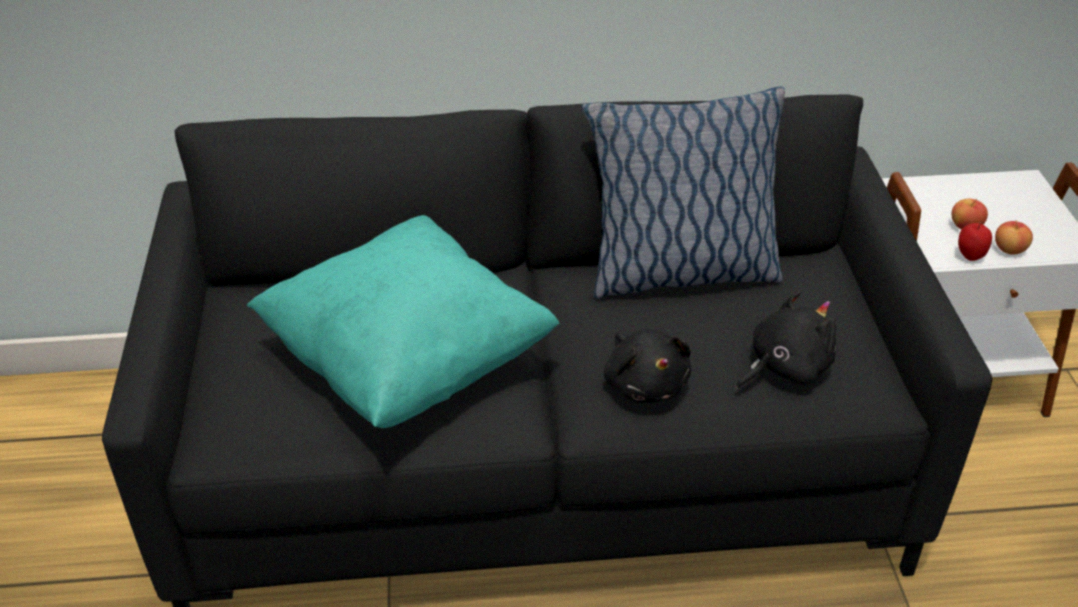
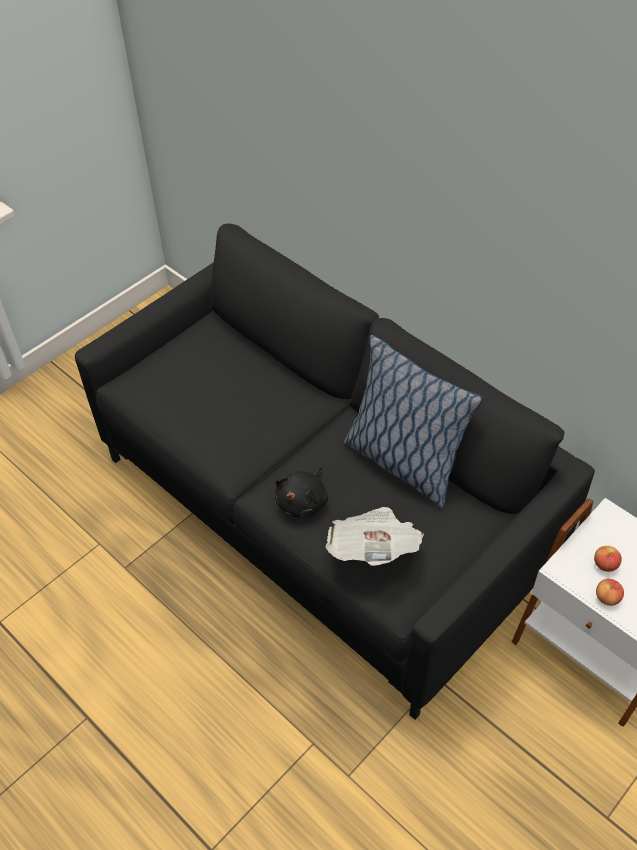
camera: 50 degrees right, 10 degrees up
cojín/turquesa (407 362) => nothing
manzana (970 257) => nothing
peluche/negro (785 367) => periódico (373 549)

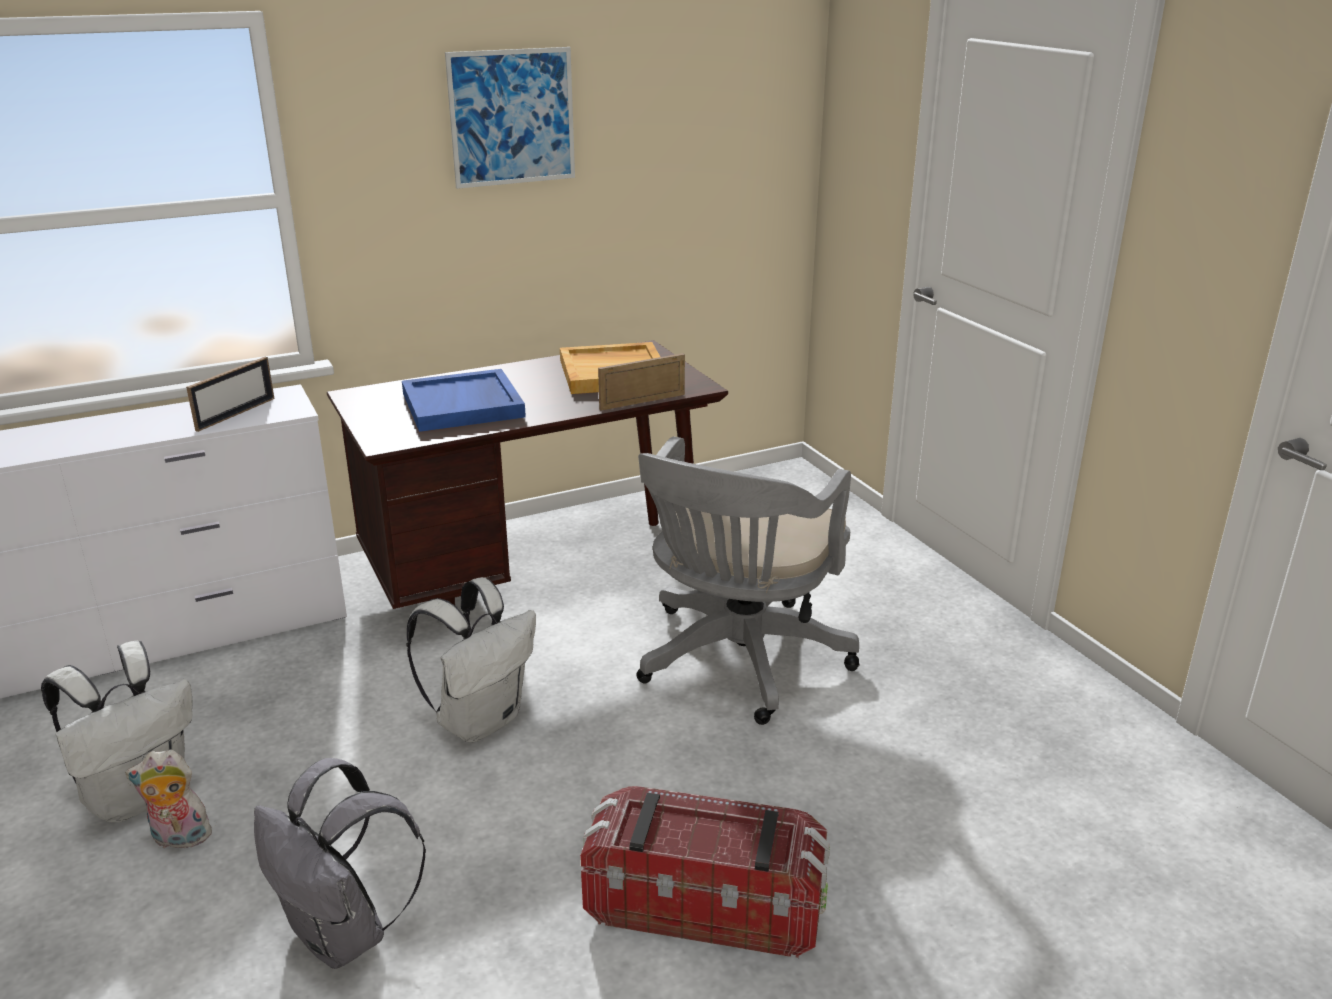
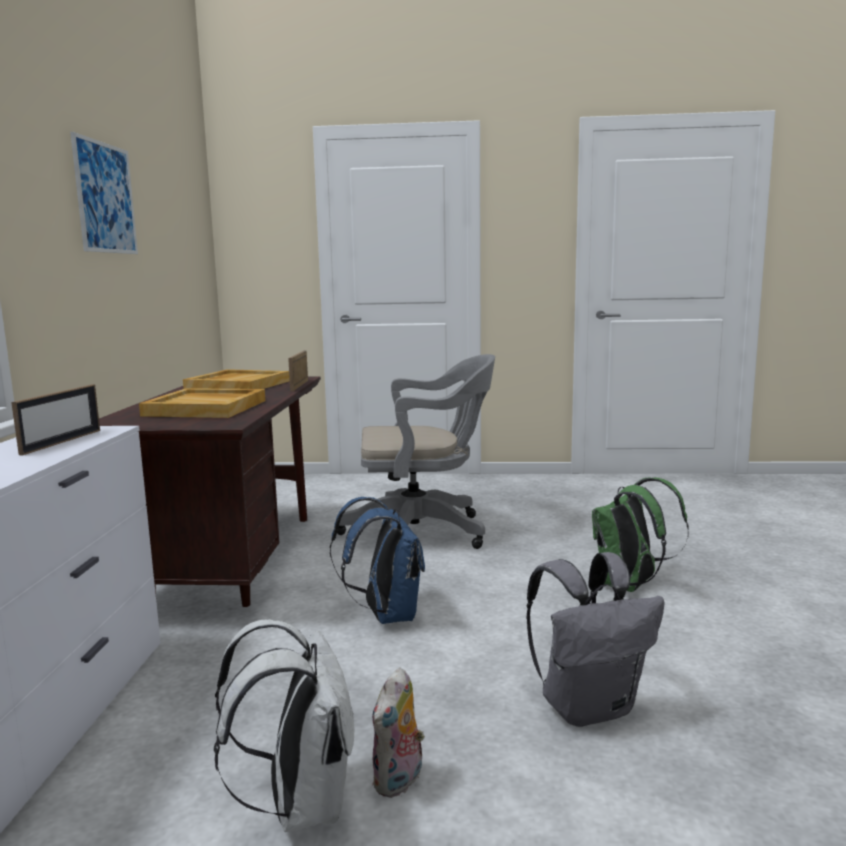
camera: 60 degrees left, 15 degrees down
caja de almacenaje (704 903) => mochila/verde (630 586)
bandeja/azul (464 405) => bandeja/beis (207 408)
mochila/blanco (480 720) => mochila/azul (386 615)
portarretratos (236 414) => portarretratos (62 442), 45 degrees clockwise
silla de oficina/gris (738 663) => silla de oficina/gris (423 533), 60 degrees counterclockwise

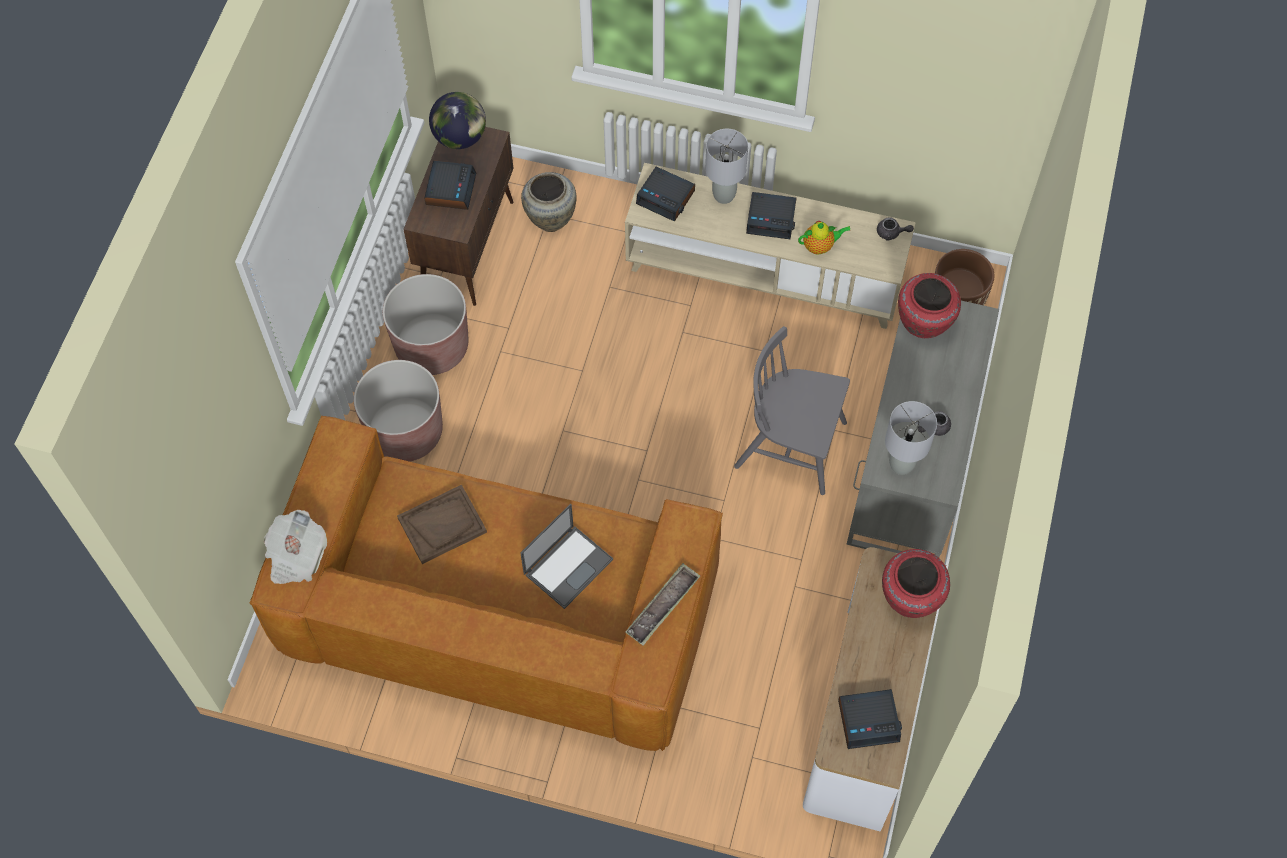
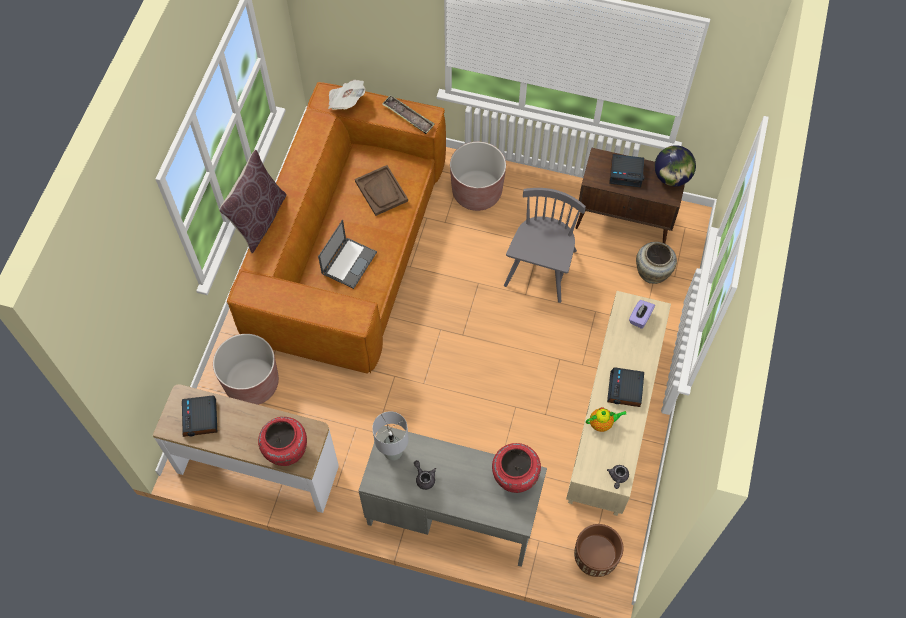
camera: 90 degrees right, 0 degrees up
lámpara de mesa/gris (723 195) => nothing
nothing => cojín/marrón (259 219)
maceta/marrón (432 347) => maceta/marrón (252 383), relocated
bandeja (663 606) => bandeja (408 117), relocated
silla/gris (791 445) => silla/gris (541 269), relocated
despertador (666 197) => caja de pañuelos/morado (640 318)
portátil (568 565) => portátil (349 262), 105 degrees counterclockwise
tetera (820 246) => tetera (602 423), 90 degrees counterclockwise

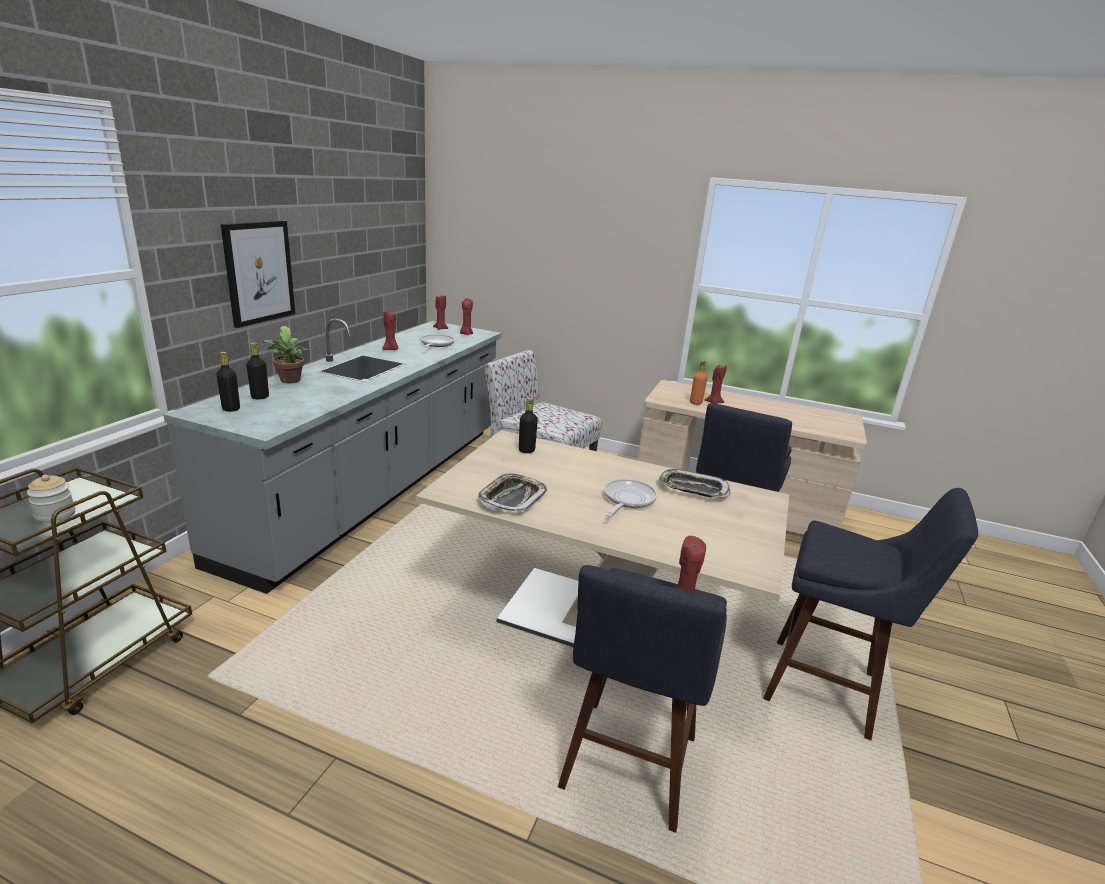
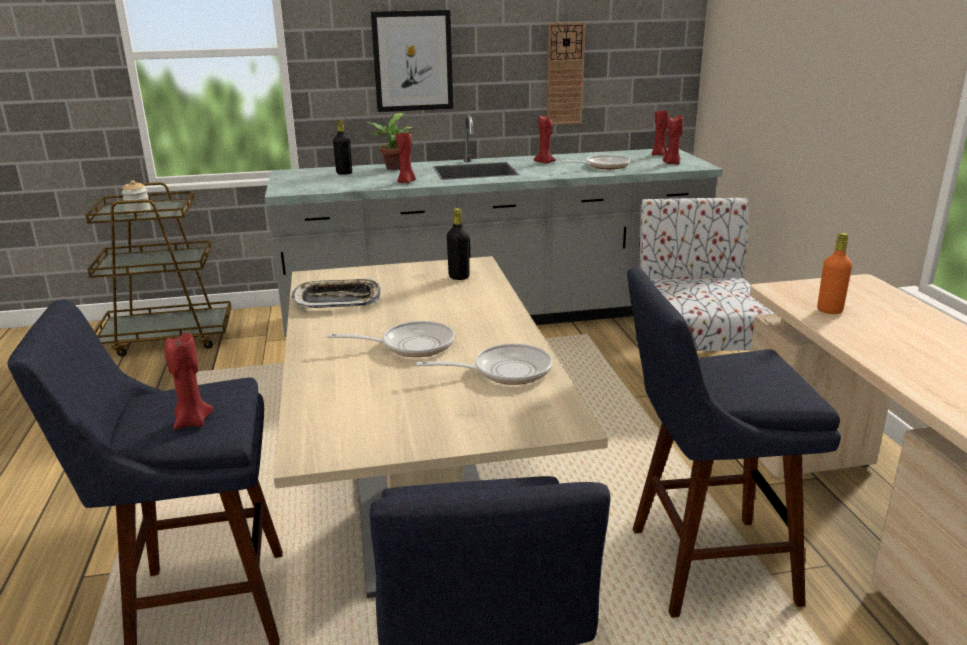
camera: 60 degrees right, 0 degrees up
botella/negro (231 409) => nothing
nothing => reloj de pared (565 74)
vela/rojo (713 402) => vela/rojo (407 182), relocated
bandeja (692 488) => sartén (505 371)

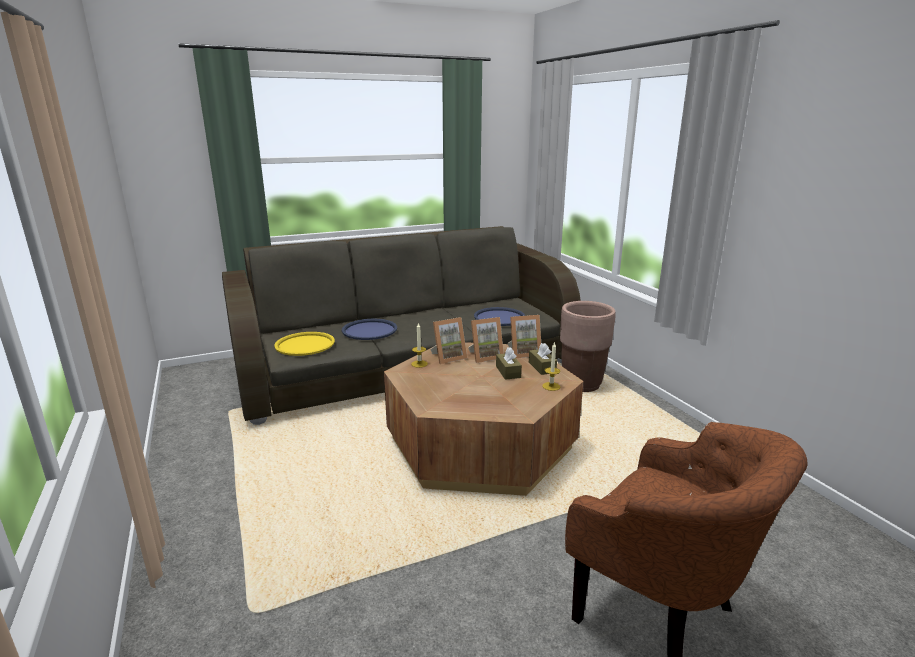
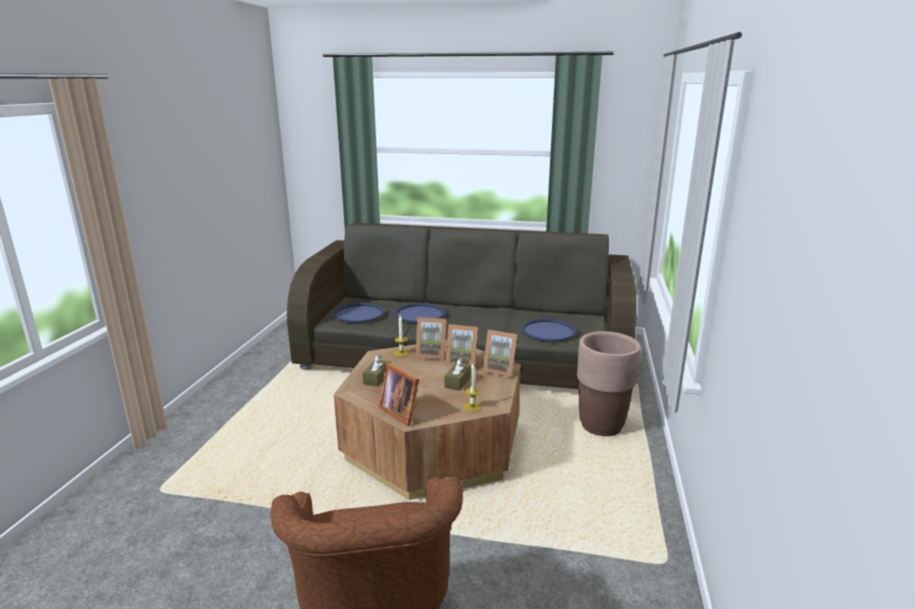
camera: 35 degrees right, 0 degrees up
nothing => portarretratos (400 412)
caja de pañuelos/marrón (542 367) => caja de pañuelos/marrón (377 378), relocated
bandeja/amarillo (305 344) => bandeja/azul (359 313)

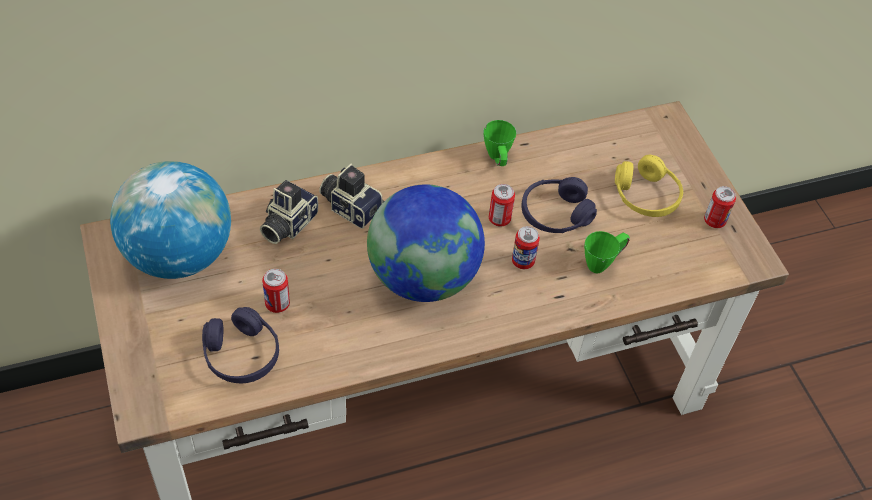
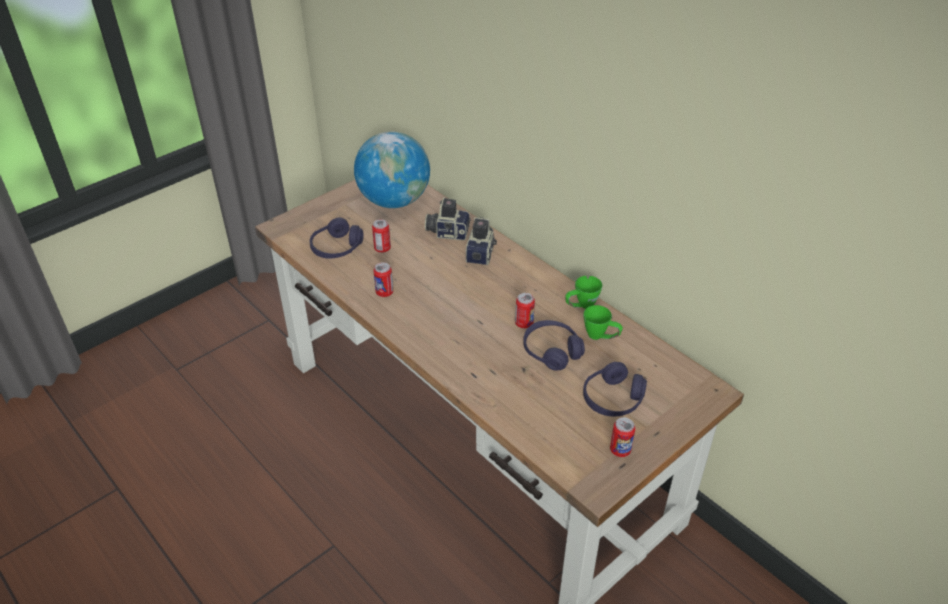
camera: 70 degrees right, 10 degrees down
globo terráqueo (423 278) => nothing
lata (523 261) => lata (384 292), relocated
taza grande/verde (603 263) => taza grande/verde (601 337), relocated
auriculares/amarillo (646 196) => auriculares/morado (612 399)

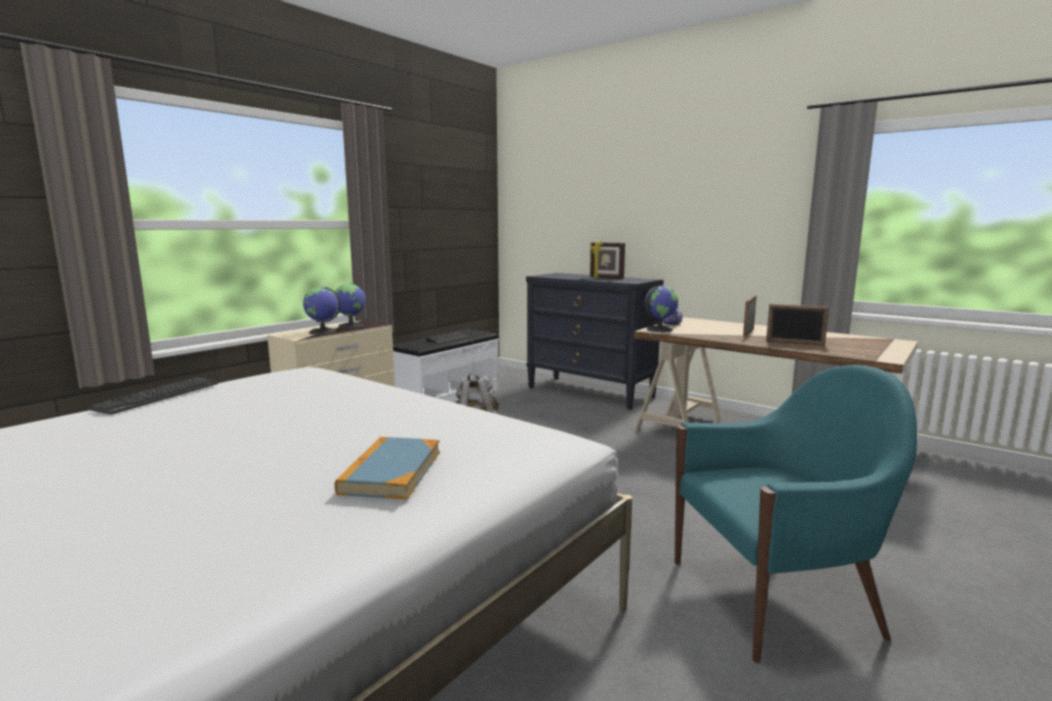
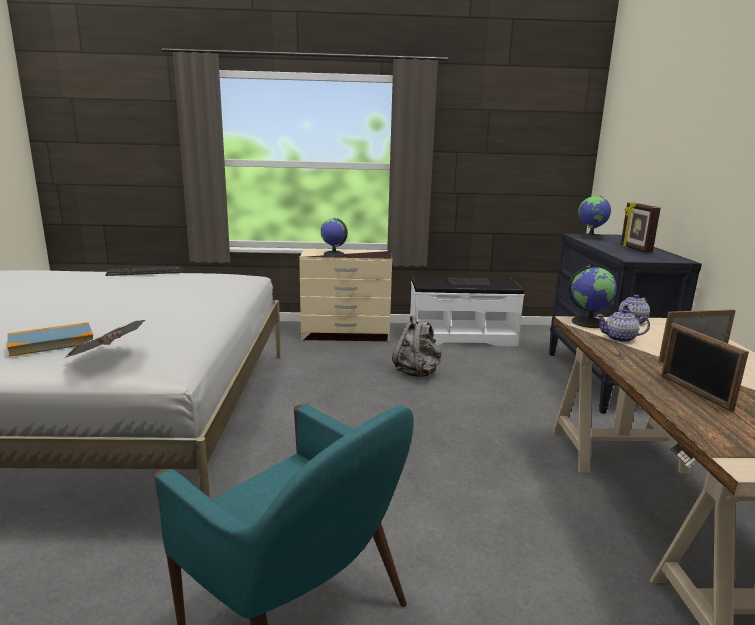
camera: 50 degrees right, 5 degrees up
nothing => periódico (107 357)
nothing => tetera (620 338)
globo terráqueo (351 326) => globo terráqueo (591 237), relocated

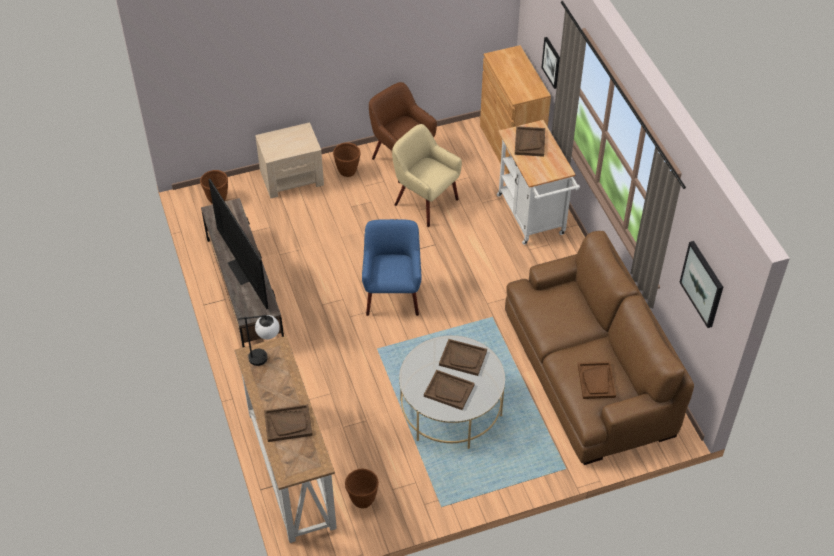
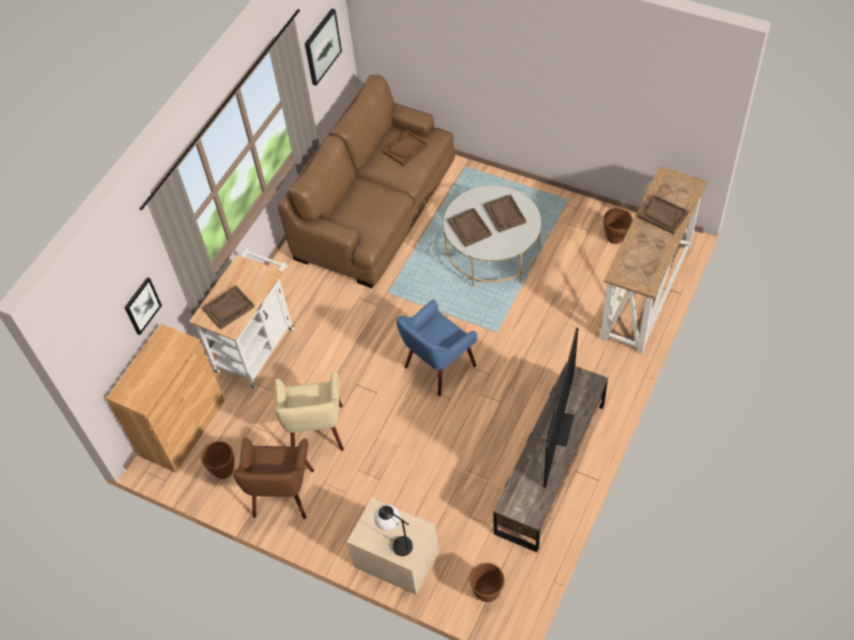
camera: 130 degrees left, 5 degrees up
lámpara de mesa (266 357) => lámpara de mesa (396 542), relocated
maceta/marrón (348 172) => maceta/marrón (223 470), relocated

